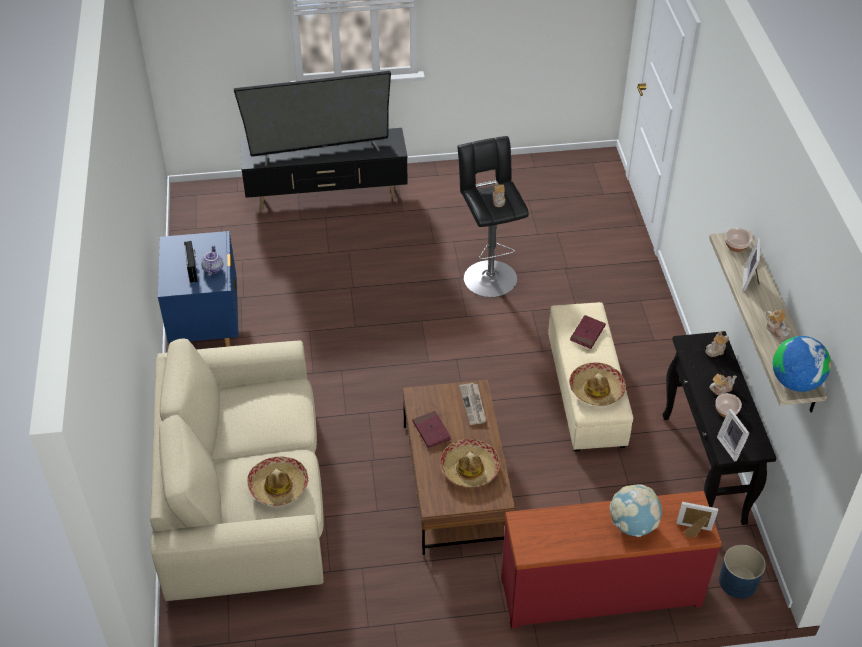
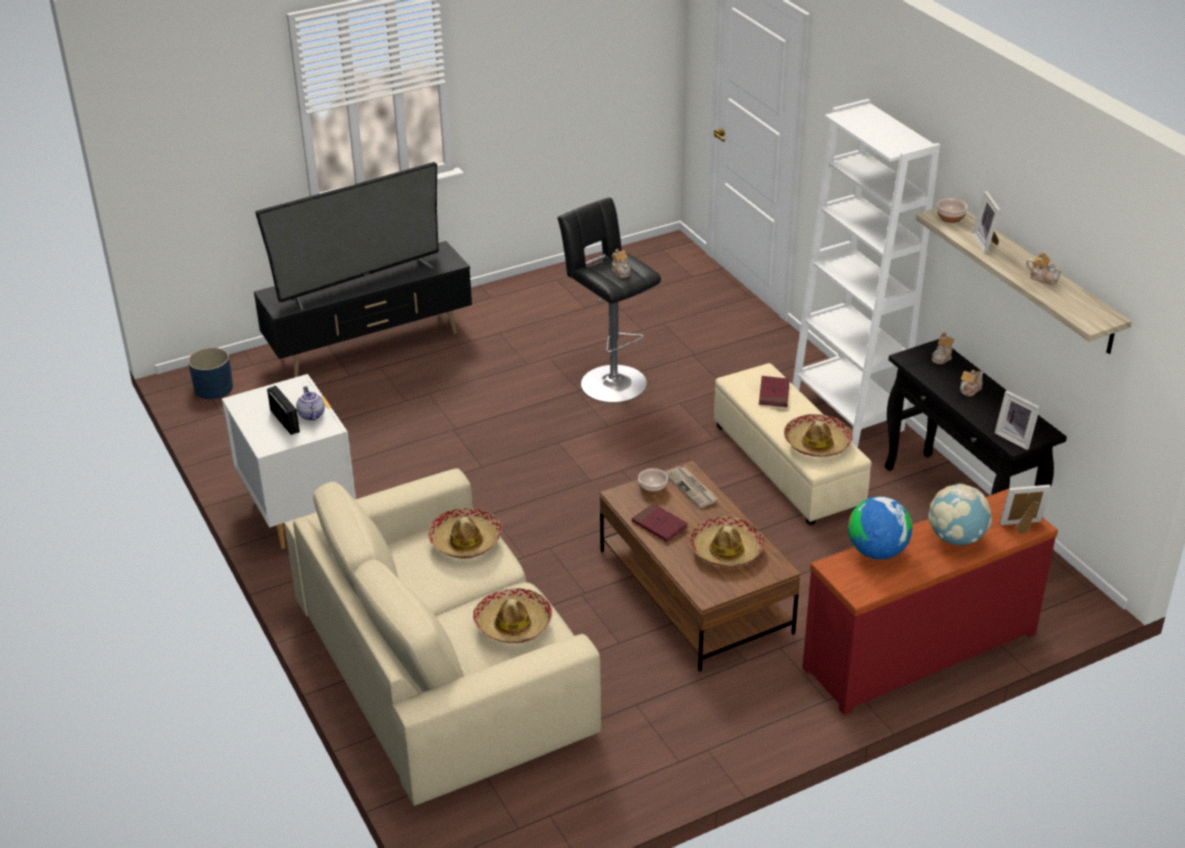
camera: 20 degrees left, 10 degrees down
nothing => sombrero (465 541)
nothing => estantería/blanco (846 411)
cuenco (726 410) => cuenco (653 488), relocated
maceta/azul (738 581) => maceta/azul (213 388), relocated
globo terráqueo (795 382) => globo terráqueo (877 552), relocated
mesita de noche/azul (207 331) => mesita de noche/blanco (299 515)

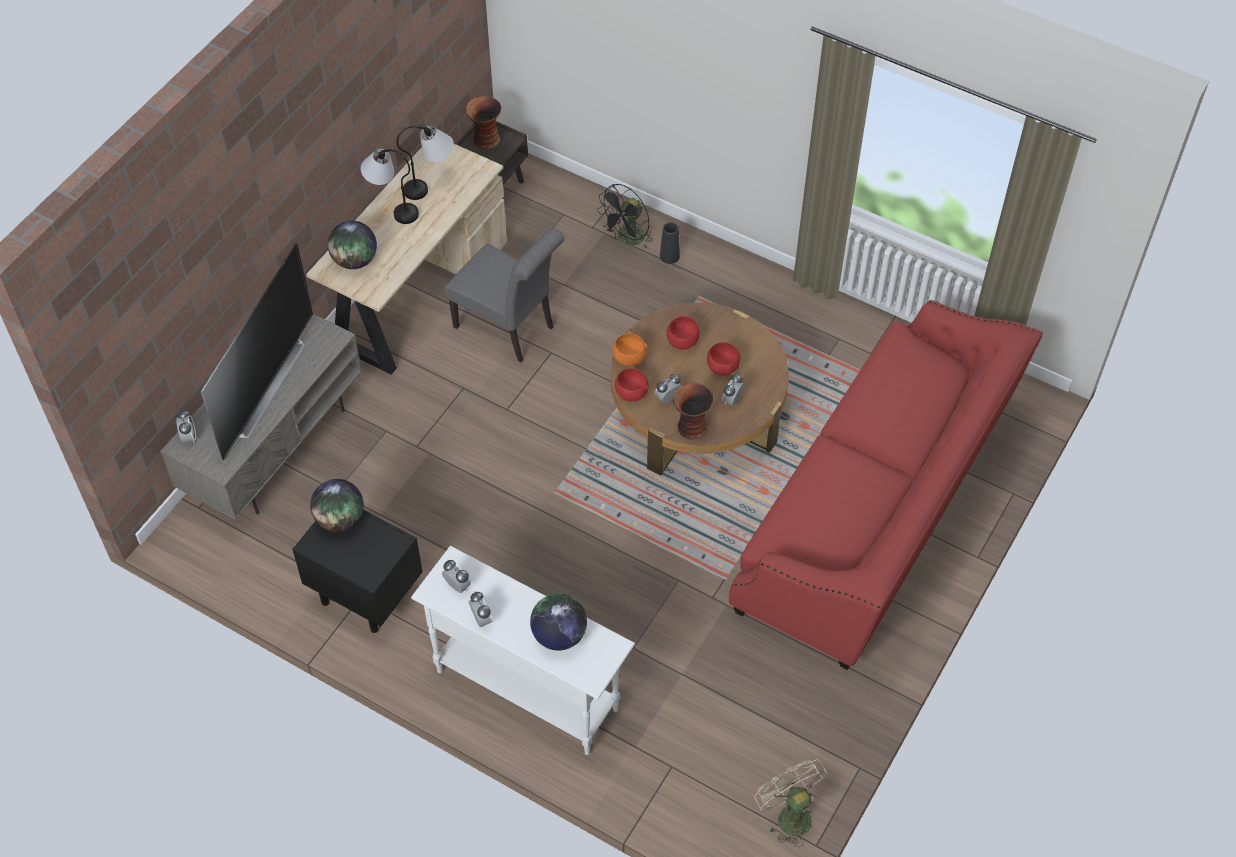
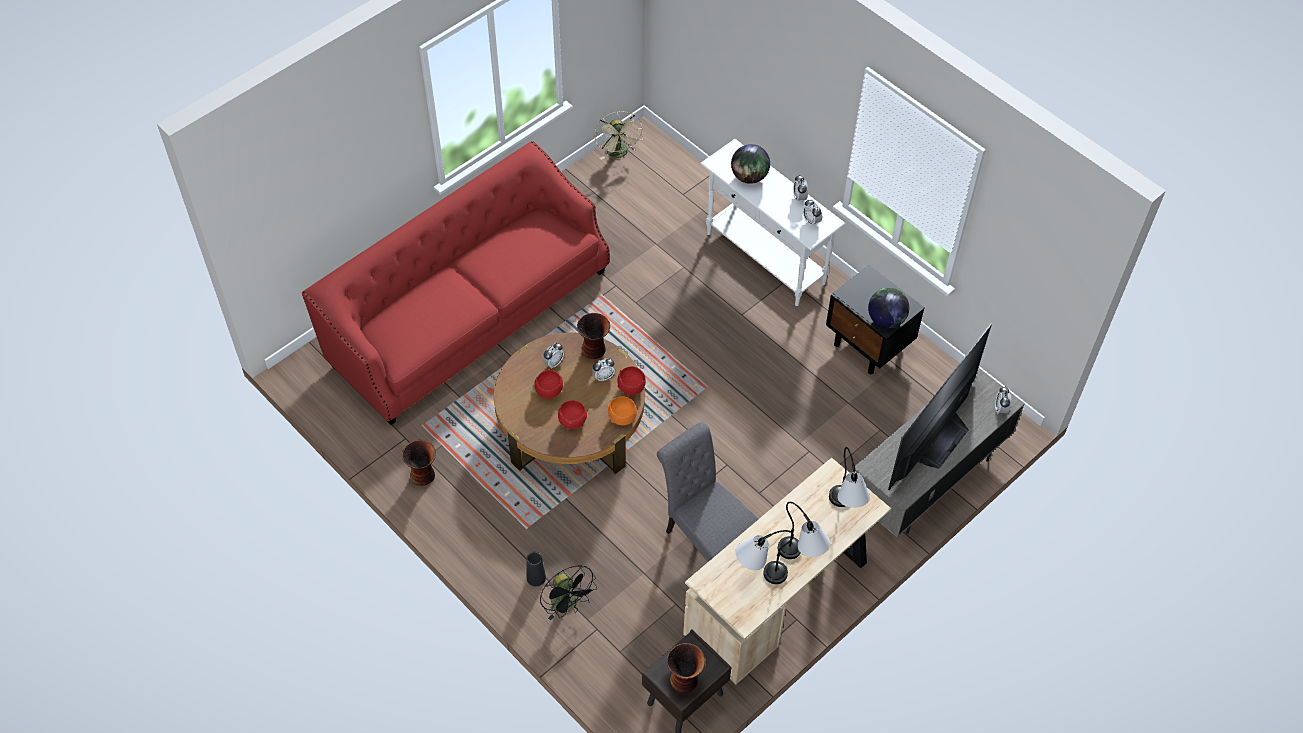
camera: 165 degrees left, 0 degrees up
nothing => florero (423 475)
globo terráqueo (355 260) => lámpara de mesa (844 510)
ventilador/negro (627 240) => ventilador/negro (568 605), 90 degrees clockwise

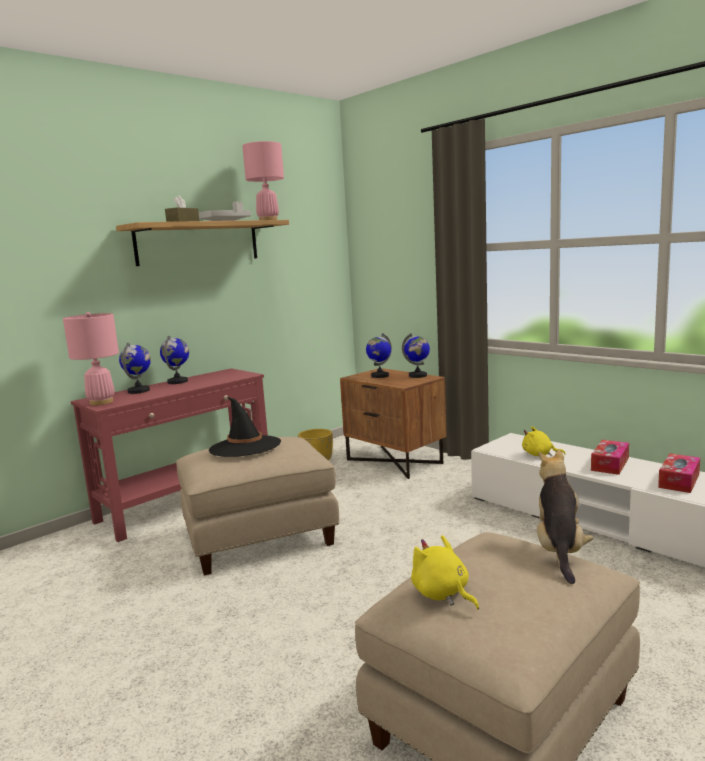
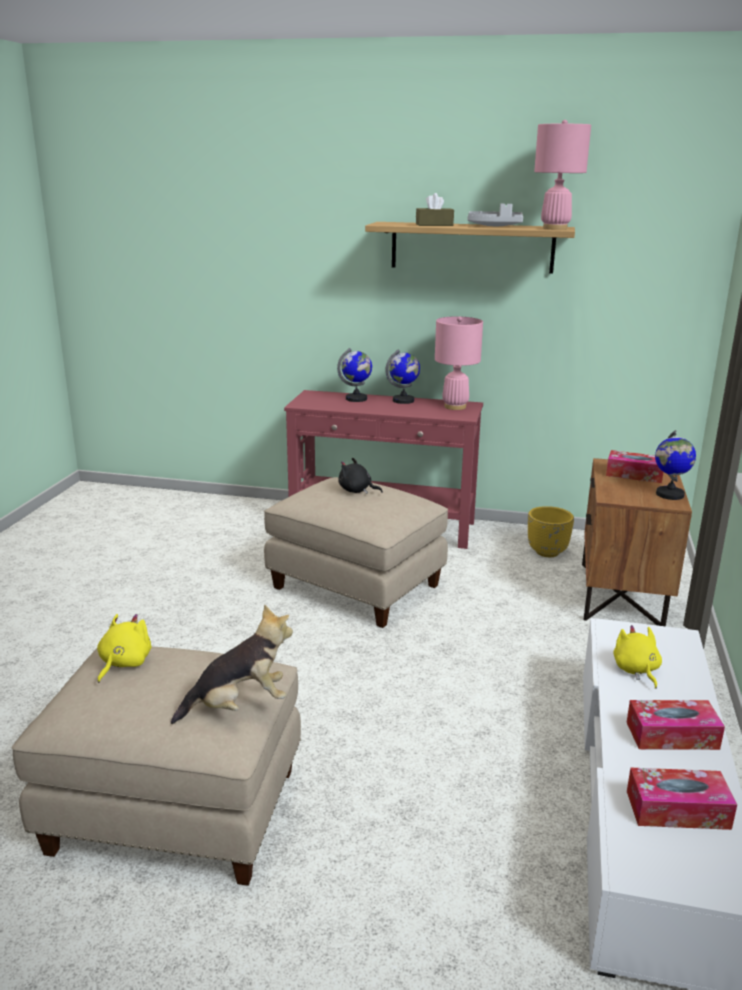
camera: 55 degrees right, 10 degrees up
lámpara de mesa/rosa (101 402) => lámpara de mesa/rosa (455 407), relocated
sombrero/negro (245 447) => peluche/negro (357 491)
globo terráqueo (379 376) => caja de pañuelos (634 474)

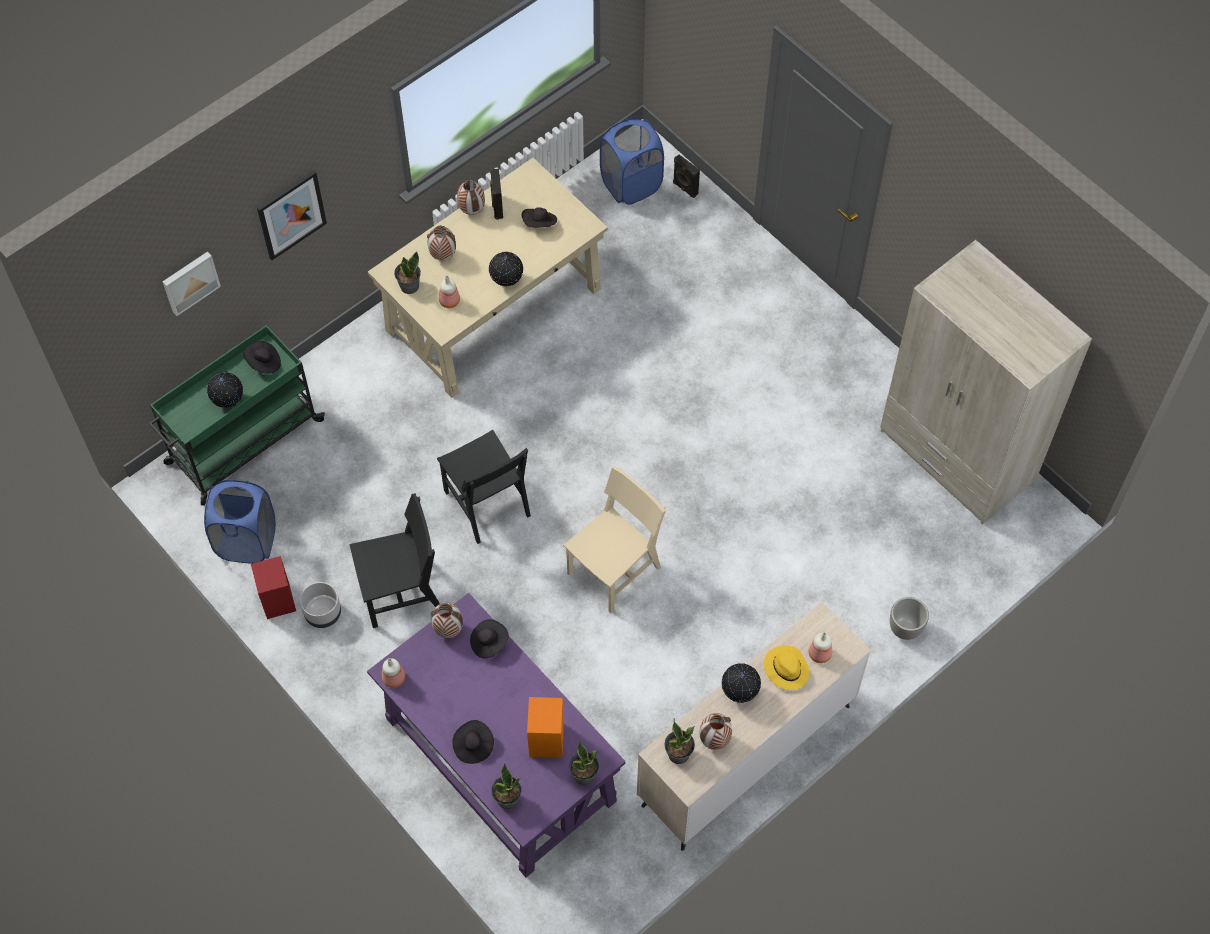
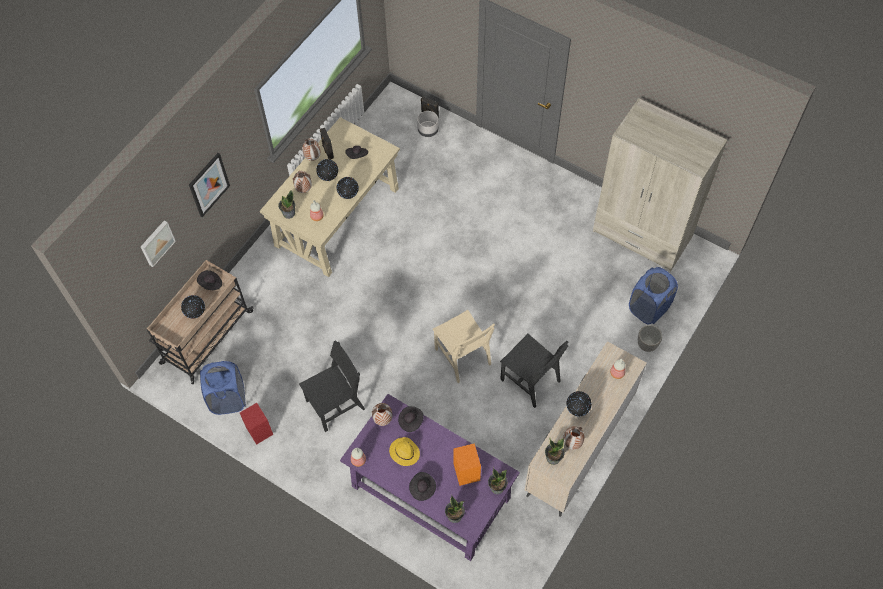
camera: 15 degrees left, 0 degrees up
nothing => globo terráqueo (328 178)
maceta/gris (323 613) => maceta/gris (428 130), relocated
silla/negro (486 503) => silla/negro (530 380), relocated
cesto de la ropa/azul (631 184) => cesto de la ropa/azul (648 308), relocated
sombrero/amarillo (786 668) => sombrero/amarillo (404 452), relocated
carrito/verde (243 443) => carrito/beis (206 338)
silla/beis (614 570) => silla/beis (462 356), 120 degrees clockwise

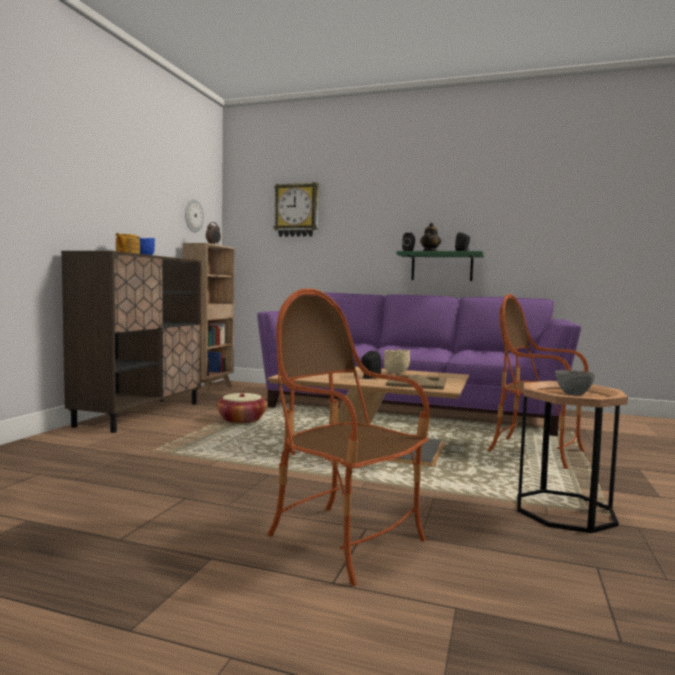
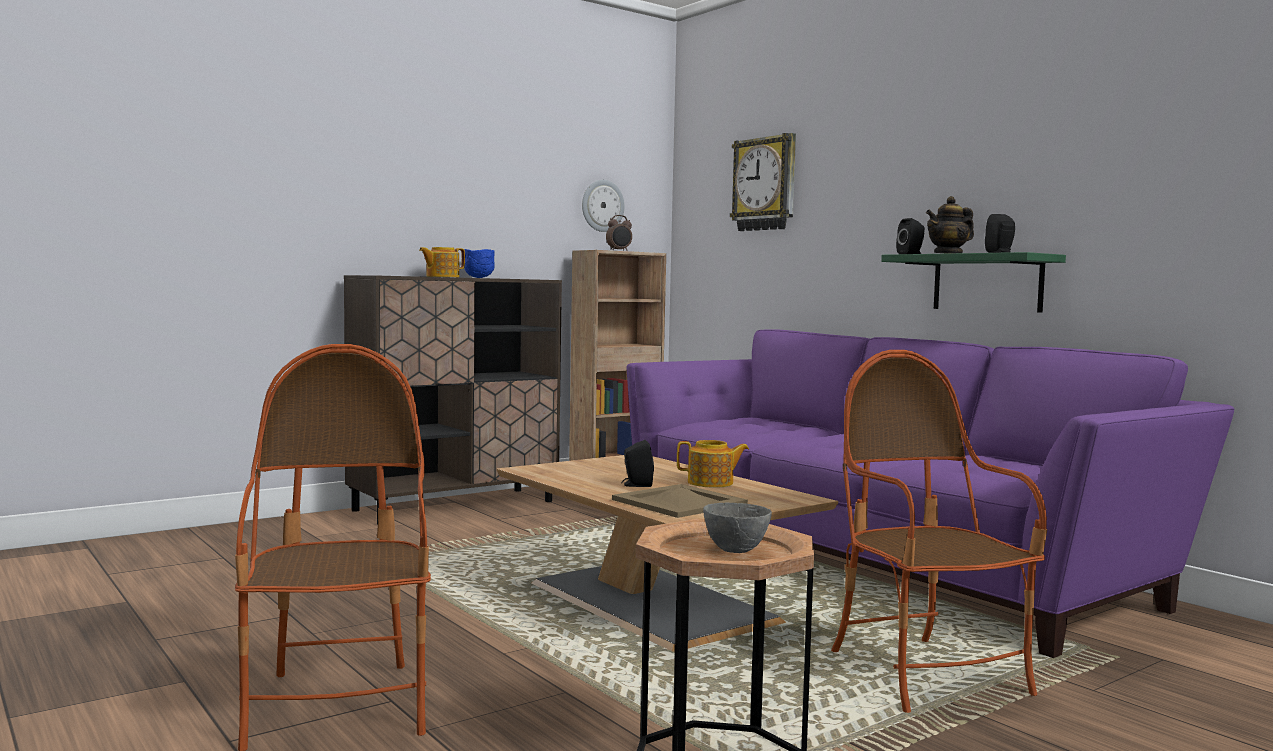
camera: 35 degrees right, 0 degrees up
cesta (242 420) => nothing
cuenco/beis (396 373) => tetera (711 483)

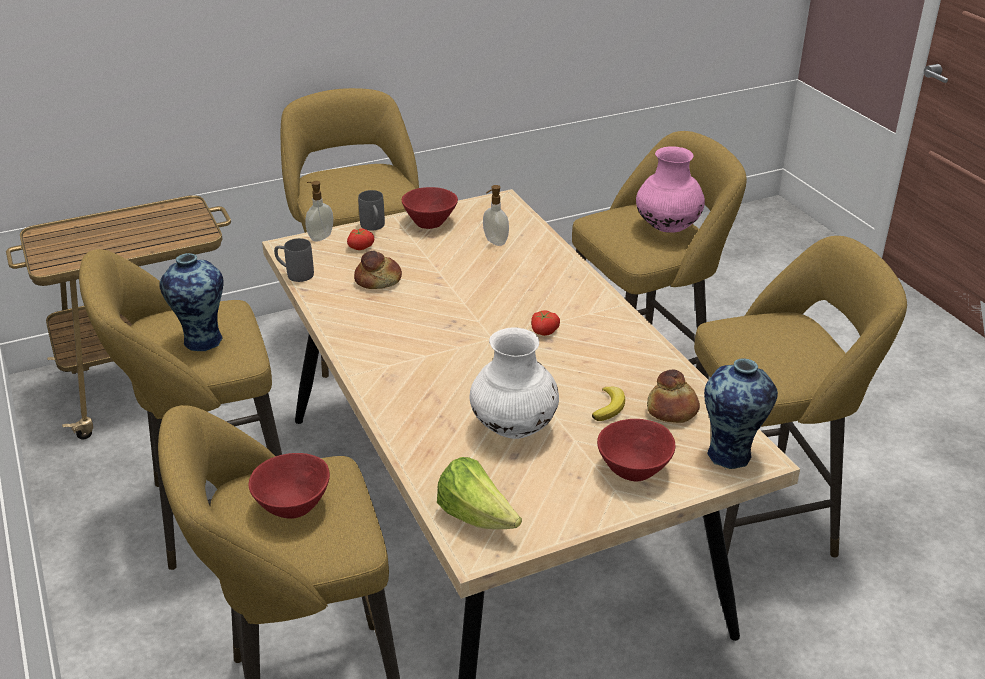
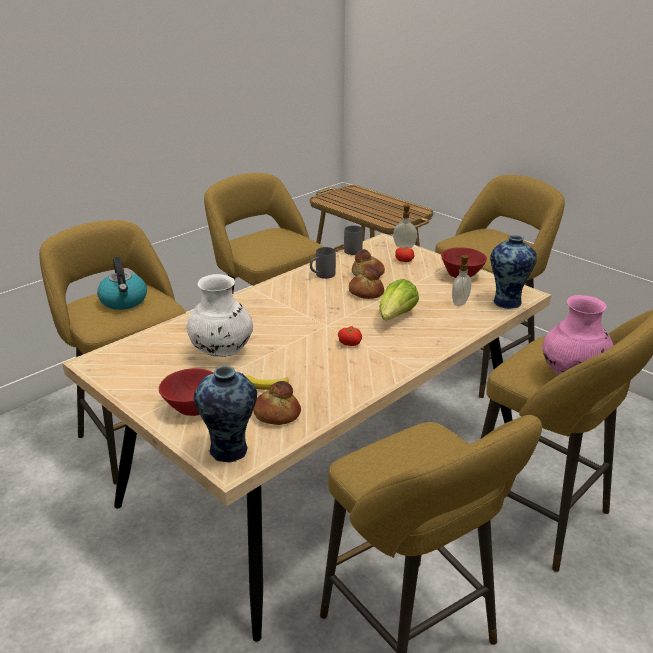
camera: 70 degrees right, 5 degrees down
nothing => pan (366 292)
florero (201 340) => florero (507 302), relocated
taza grande/gris (374 227) => taza grande/gris (321 276), relocated
lechuga (476 517) => lechuga (396 317), relocated
cuenco/rojo (291 505) => hervidor (124 301)

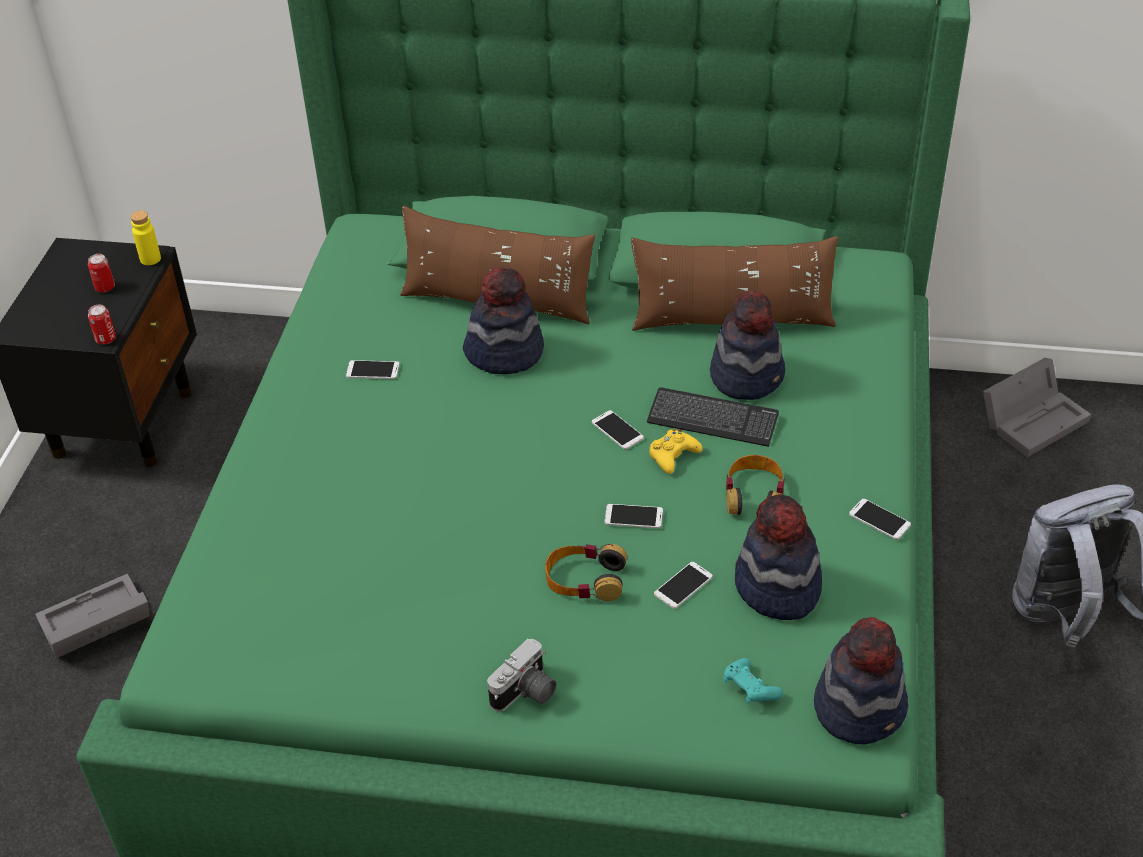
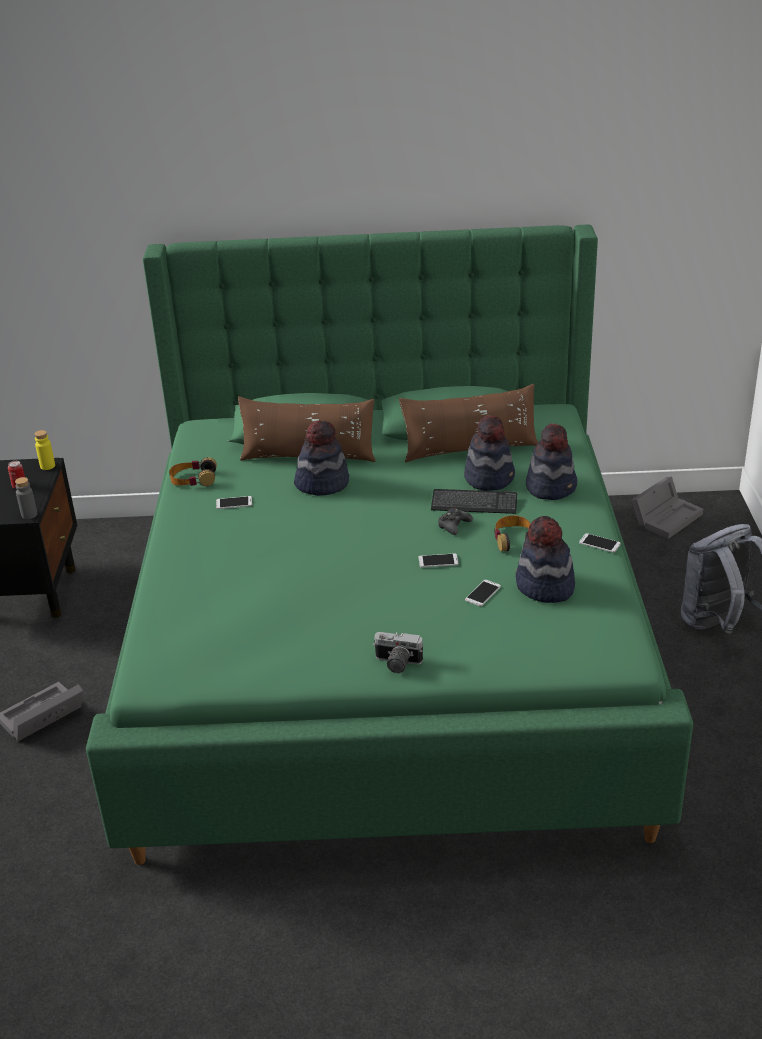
camera: 10 degrees left, 10 degrees down
móvil (617 430) => nothing
mando de consola/turquesa (749 689) => nothing
auriculares (585 579) => auriculares (193 479), relocated
sombrero (860 707) => sombrero (551 487), relocated
lata (106 339) => botella/gris (29 515)
mando de consola/amarillo (673 456) => mando de consola/negro (454 525)
cámara (526 694) => cámara (396 664), 75 degrees clockwise

